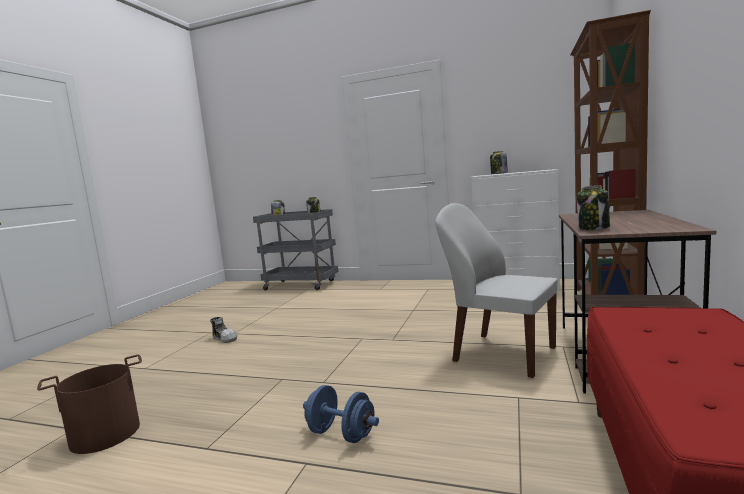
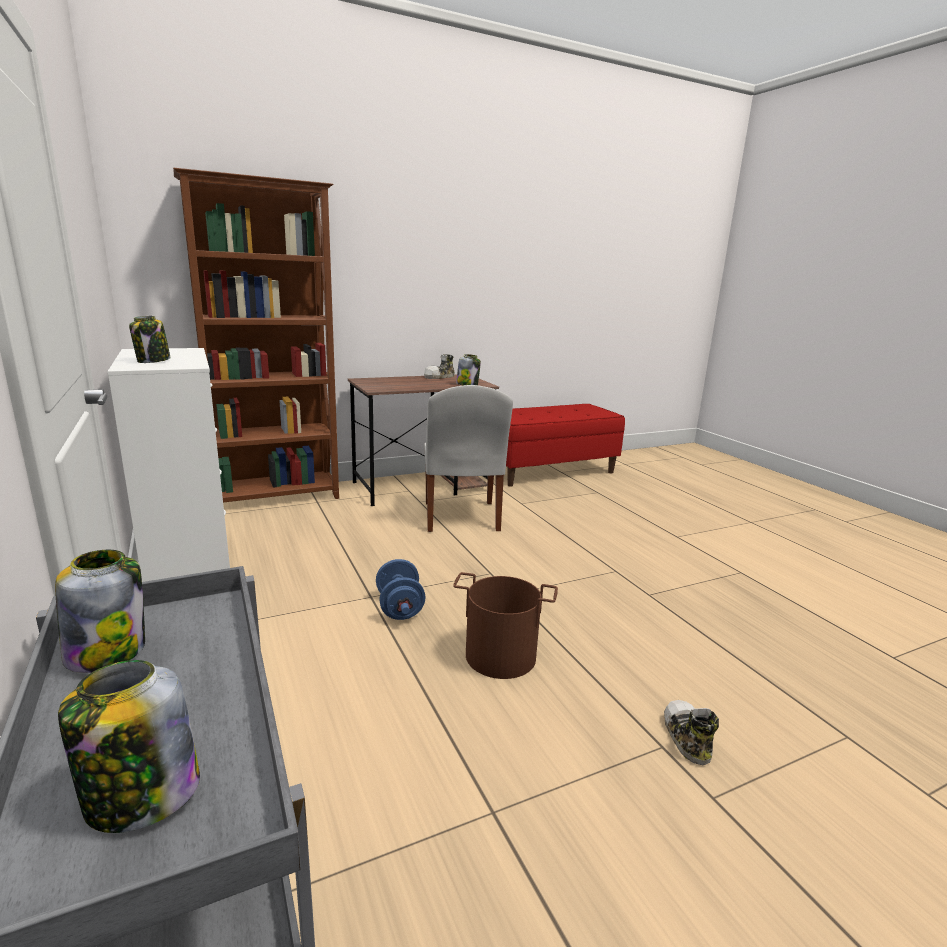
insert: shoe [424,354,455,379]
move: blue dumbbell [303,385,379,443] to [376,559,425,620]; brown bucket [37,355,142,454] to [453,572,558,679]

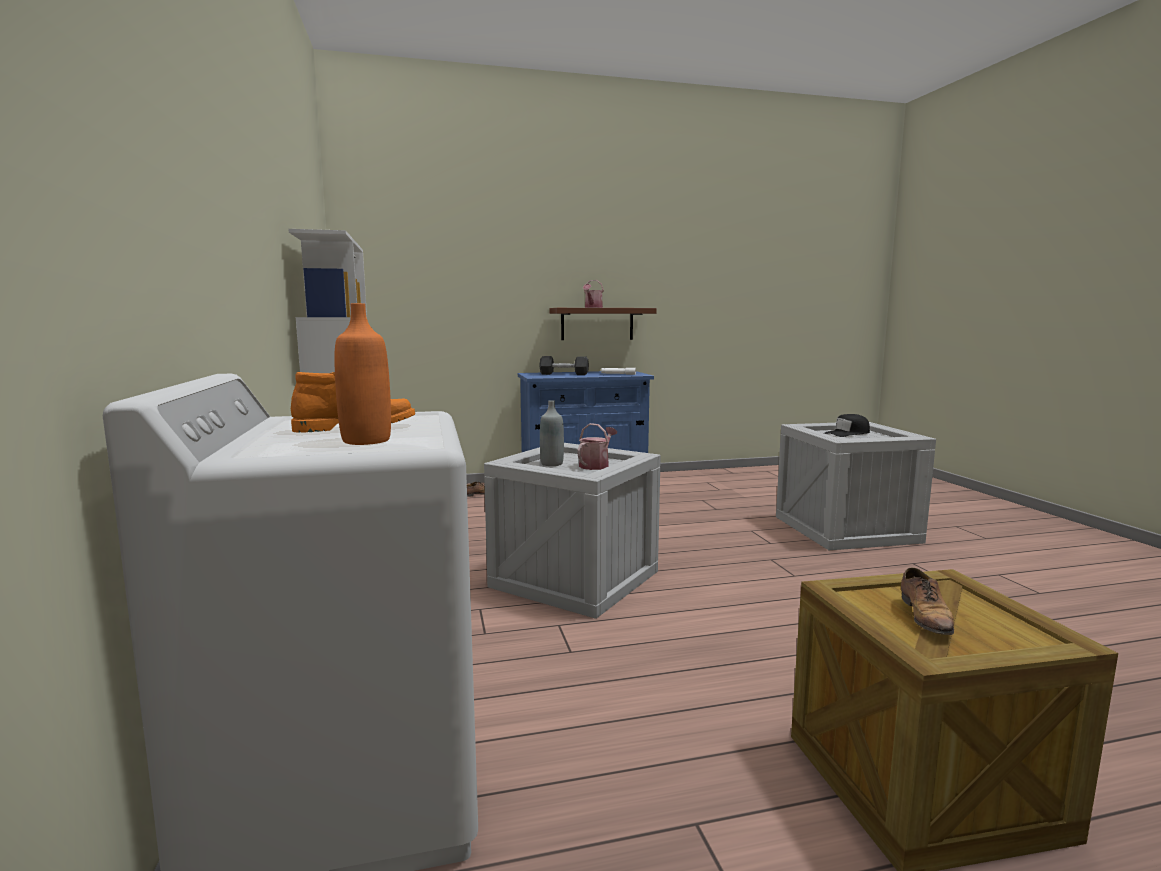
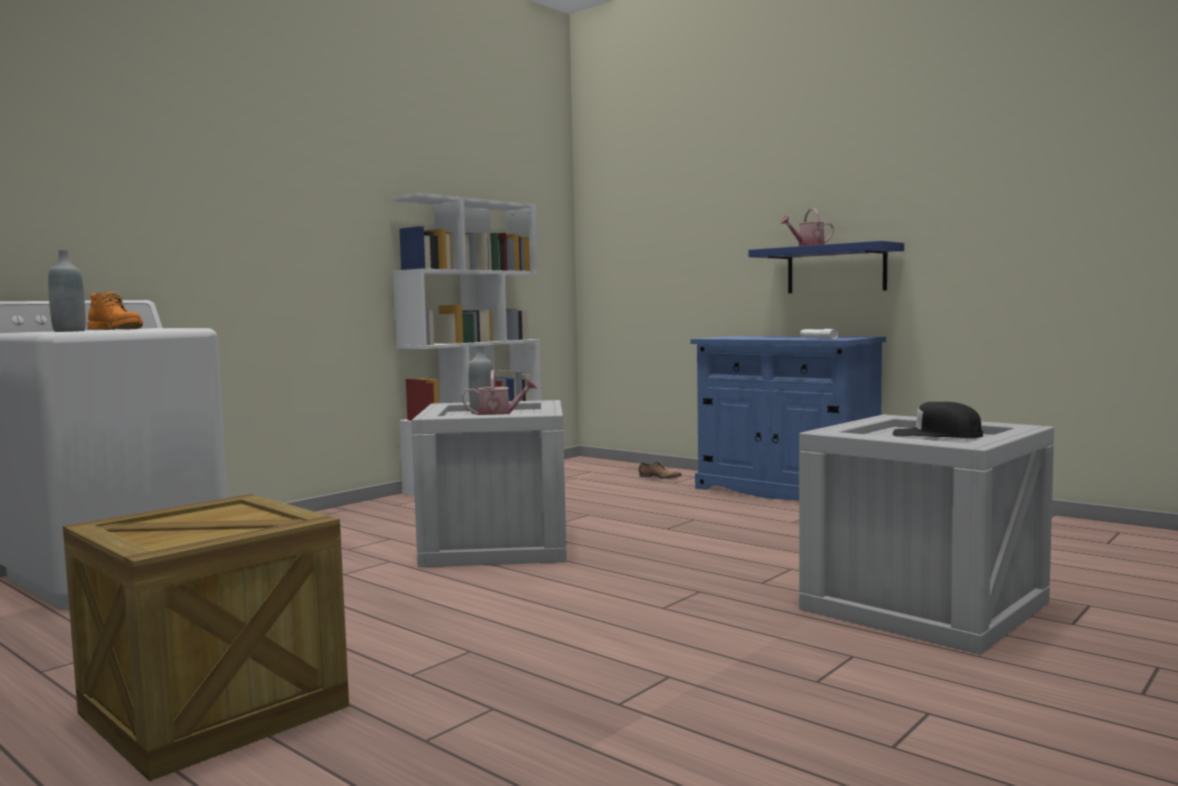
delete: black dumbbell [539,356,589,375]; shoe [901,567,954,635]
recolor: orange bottle [334,303,391,445] to grey bottle [48,250,86,332]; brown shelf [549,308,657,340] to blue shelf [748,241,904,293]

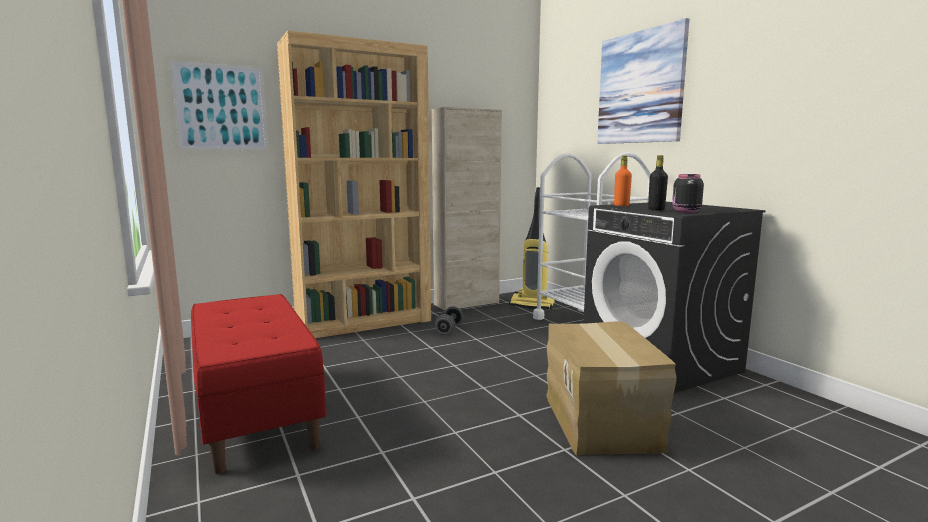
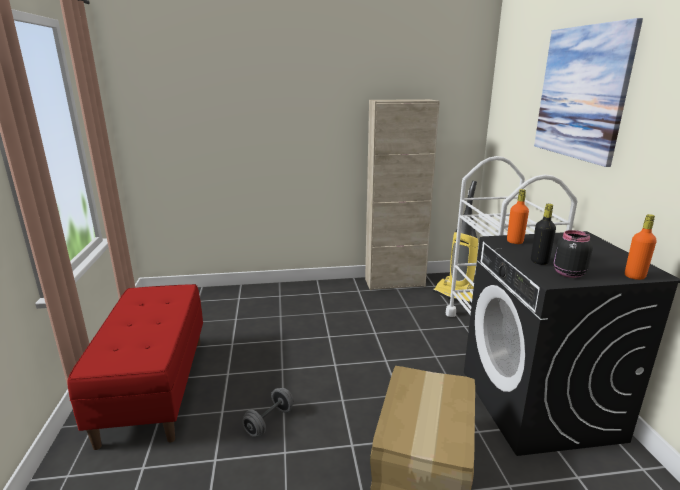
delete: picture [170,61,268,150]; brown bookcase [277,30,431,338]
insert: orange bottle [625,214,657,280]
move: grey dumbbell [435,306,463,335] to [242,388,294,437]

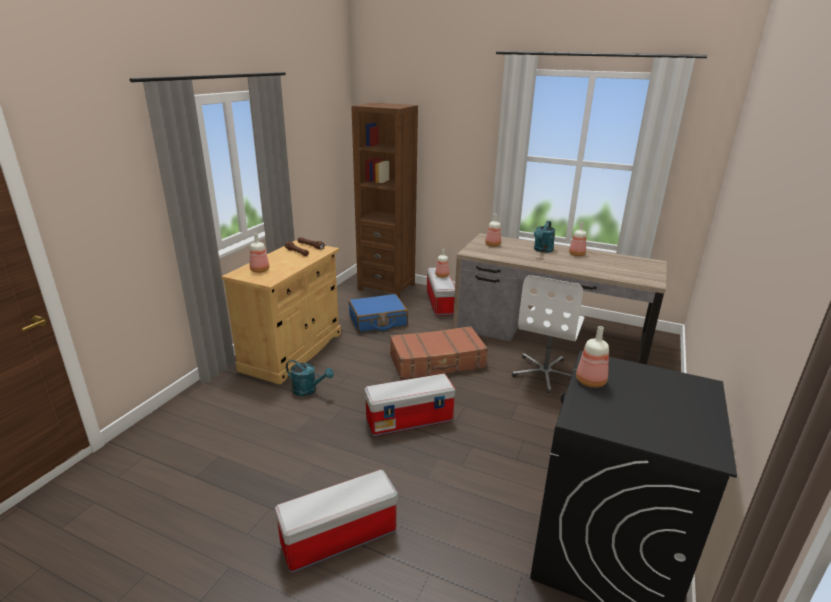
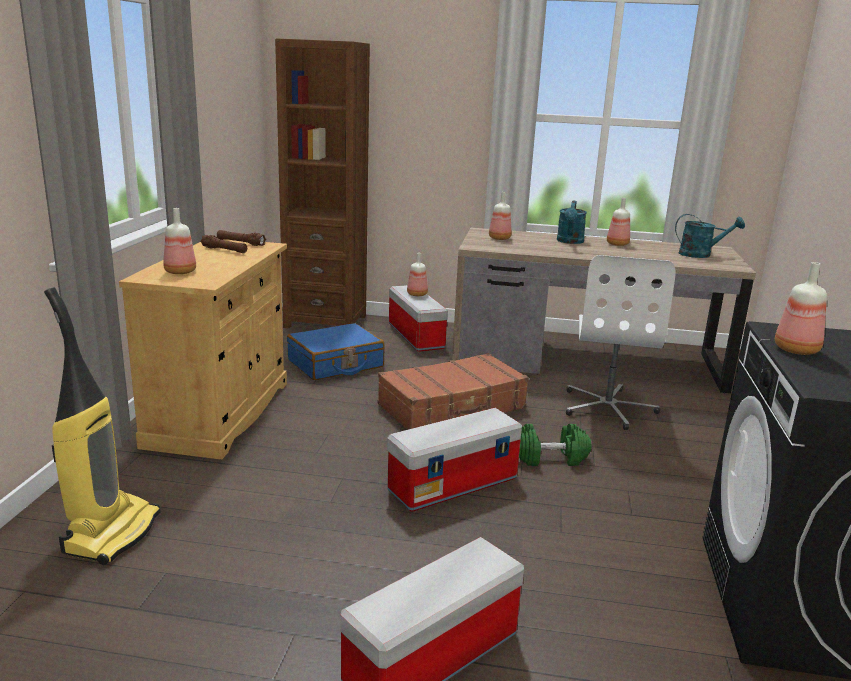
insert: vacuum cleaner [44,287,161,565]; green dumbbell [519,424,591,466]
move: turquoise watering can [286,360,334,396] to [675,214,745,258]

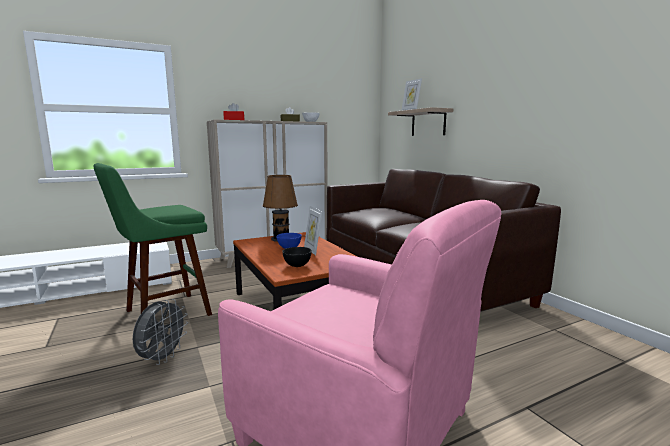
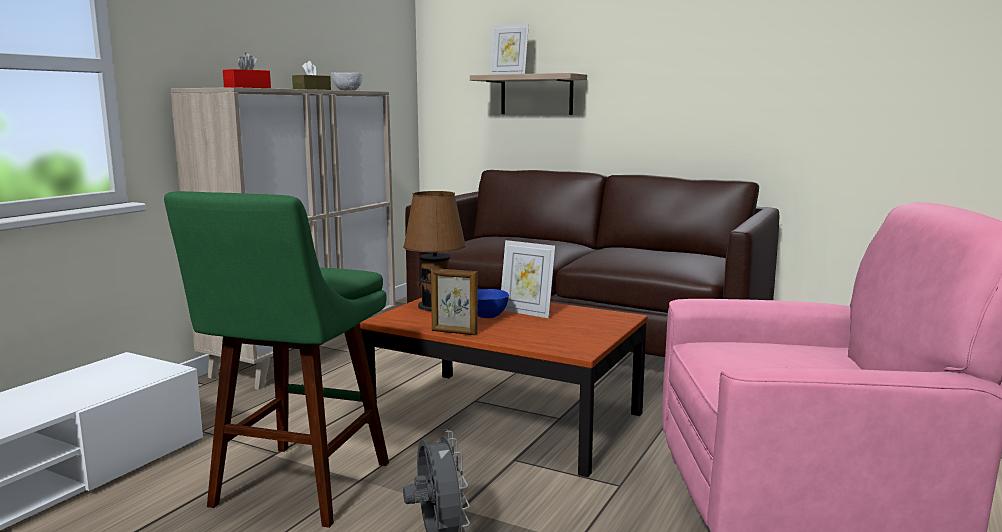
delete: black bowl [282,247,312,267]
insert: picture frame [431,268,478,335]

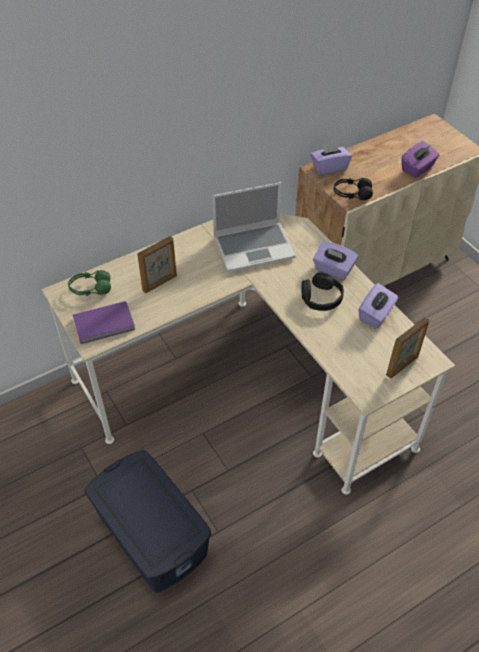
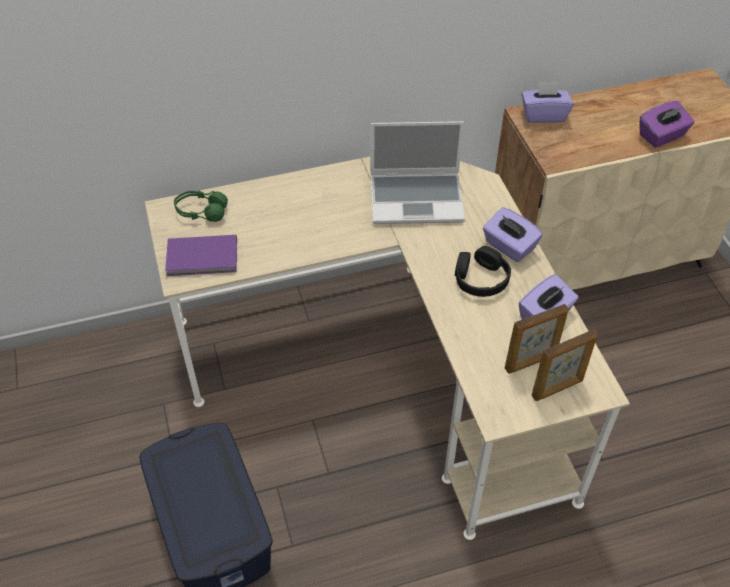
delete: black headphones [333,178,373,200]
move: picture frame [137,236,177,293] to [505,304,569,374]

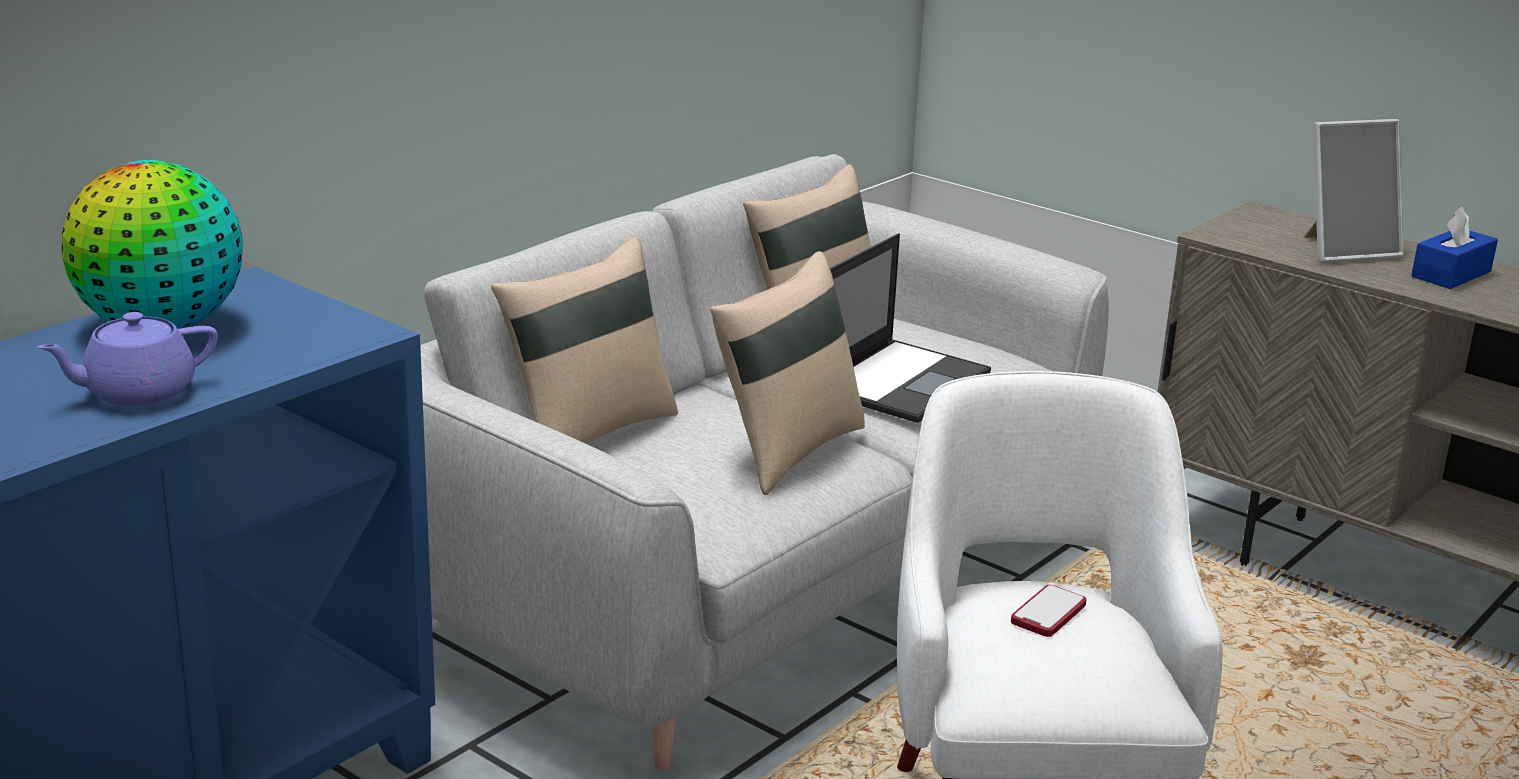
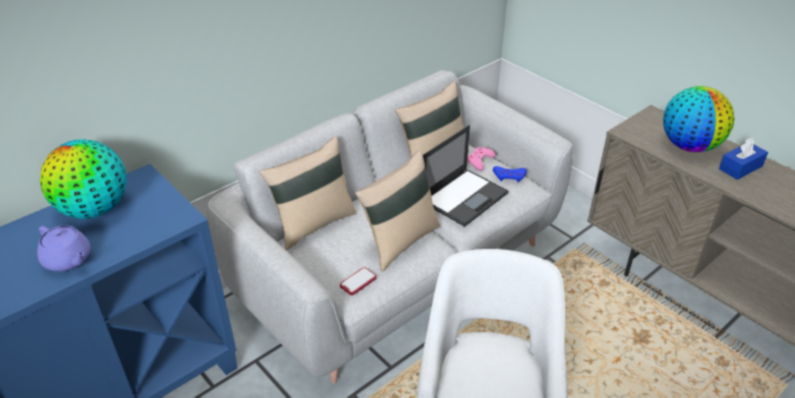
insert: pink game controller [467,147,496,171]; blue game controller [493,166,527,183]
move: phone [1011,585,1086,637] to [340,267,376,295]
replace: picture frame [1304,119,1404,263] to globe [663,86,734,152]
rotate: purple teapot [37,312,218,407] = [37,225,91,272] 120 degrees counterclockwise

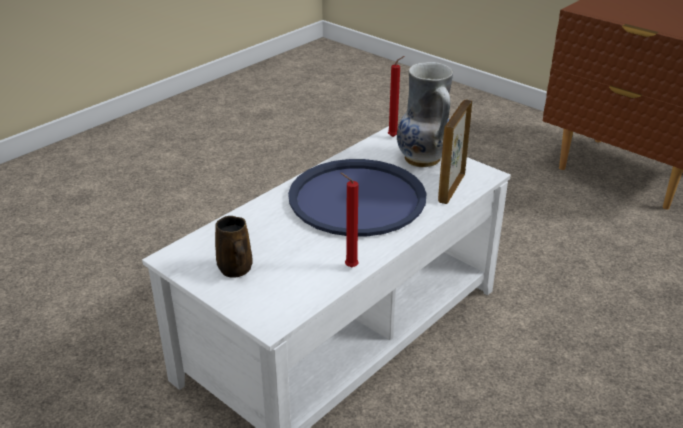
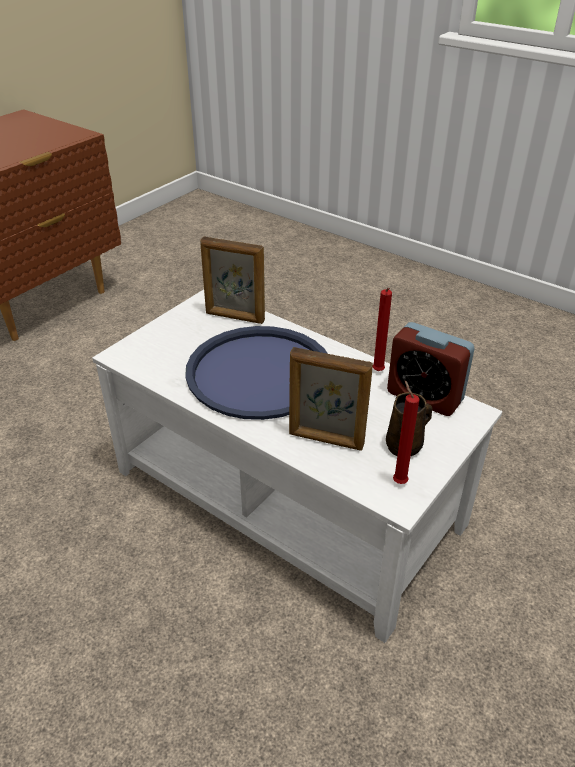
delete: vase [397,62,453,167]
insert: picture frame [289,347,373,451]; alarm clock [387,322,475,416]
move: red candle [388,56,404,137] to [393,380,419,484]

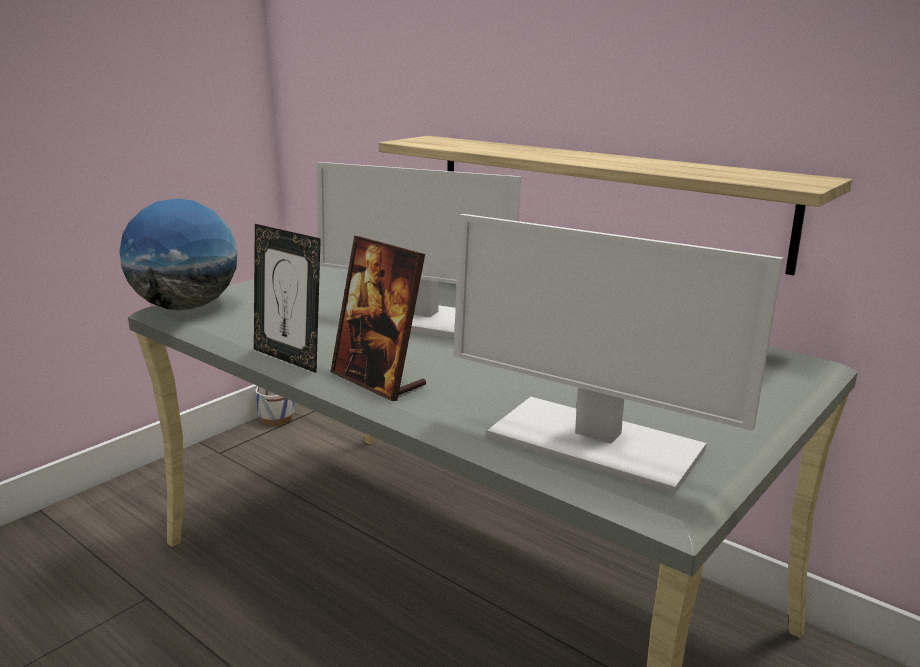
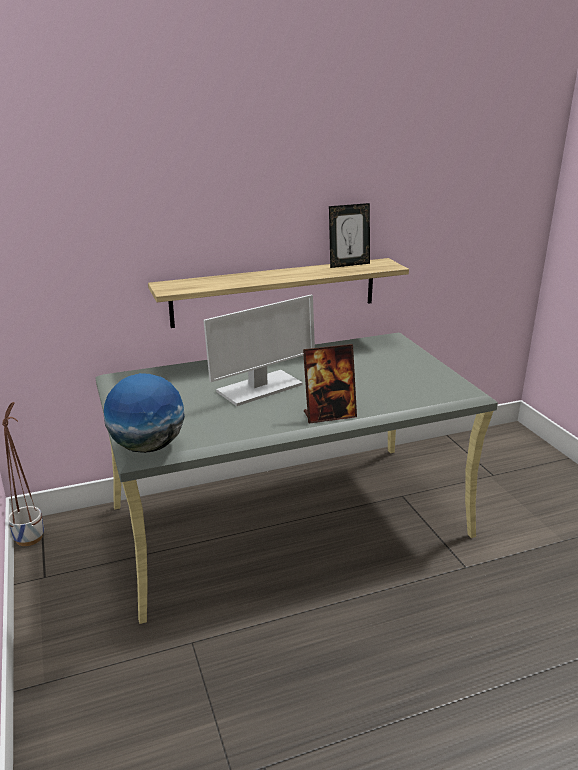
delete: monitor [453,214,783,494]
move: picture frame [254,224,321,373] to [329,203,370,268]

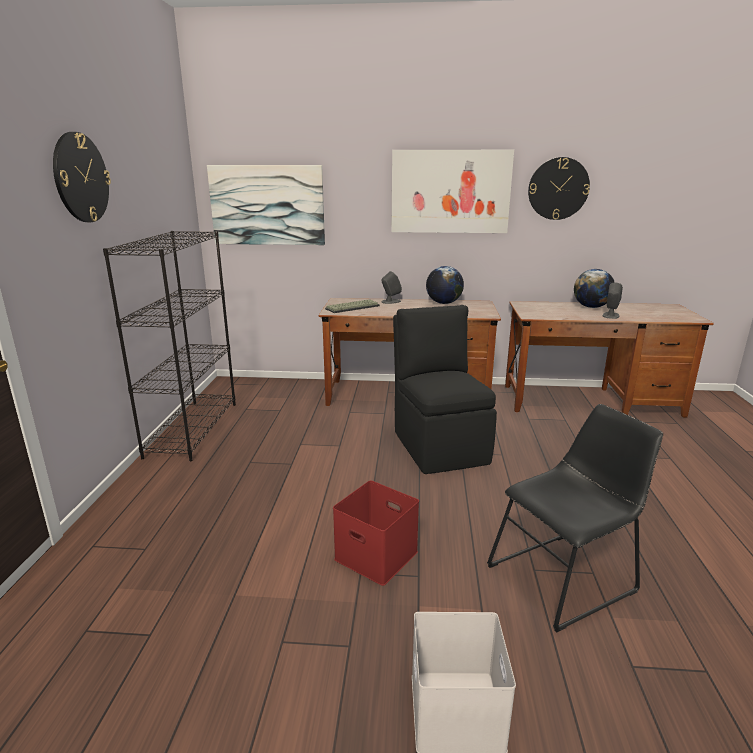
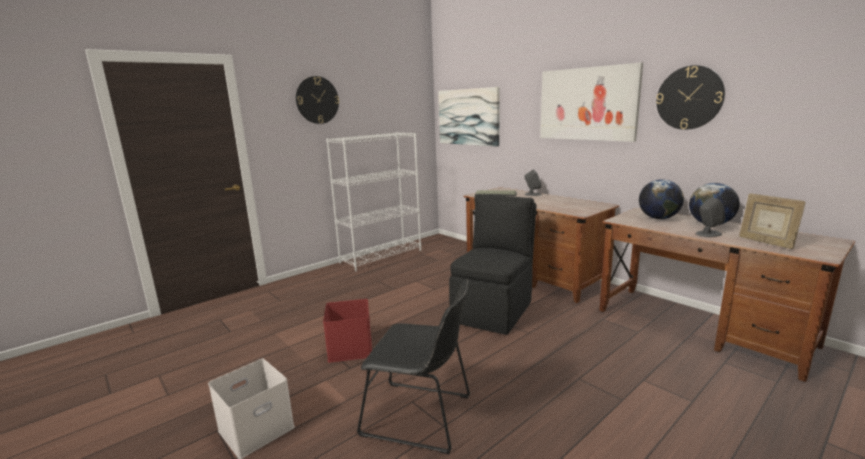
insert: picture frame [739,193,806,249]
move: globe [426,266,464,304] to [639,179,684,219]
recolor: black bookcase [103,231,236,461] to white bookcase [326,132,421,271]

